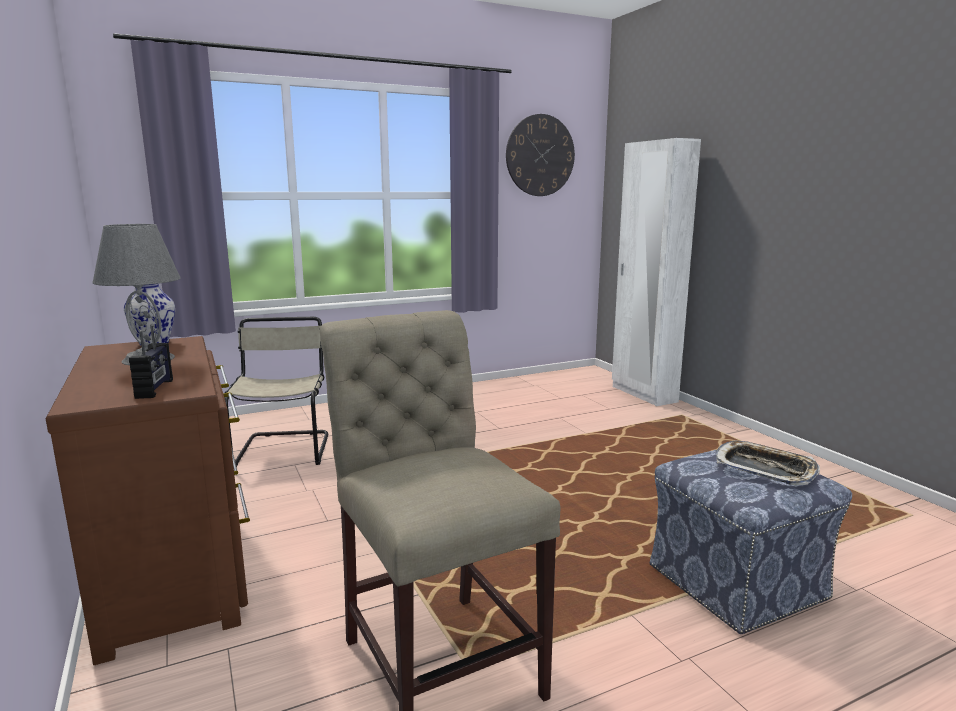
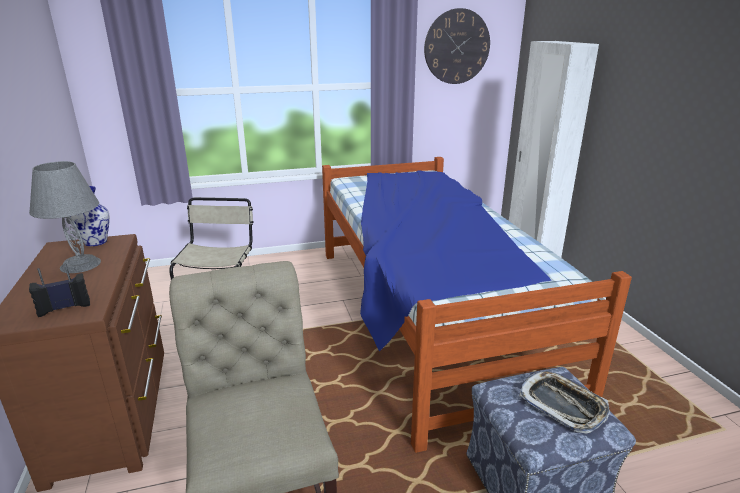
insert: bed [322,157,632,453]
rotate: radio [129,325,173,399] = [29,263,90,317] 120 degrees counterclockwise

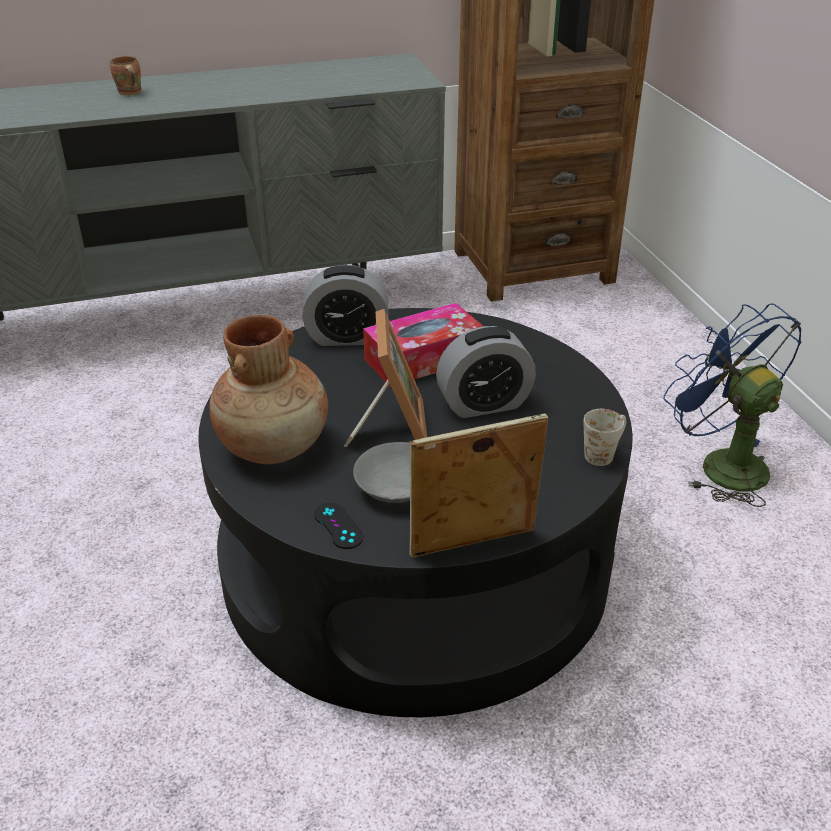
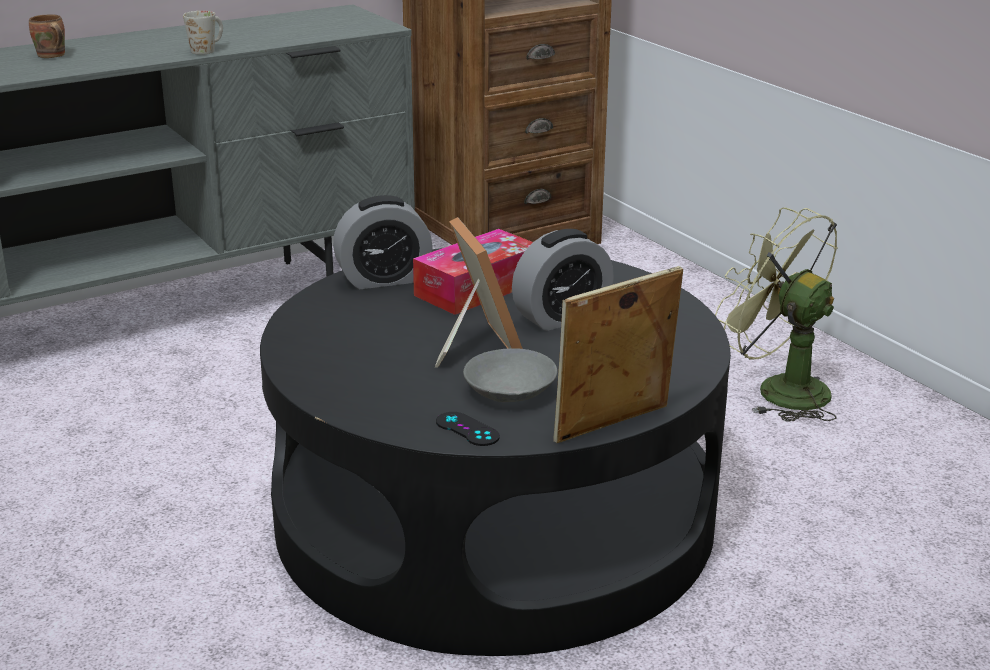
delete: brown vase [210,315,328,464]
move: white mug [584,409,626,466] to [183,11,223,55]
recolor: blue fan [663,303,801,507] to green fan [715,207,838,422]

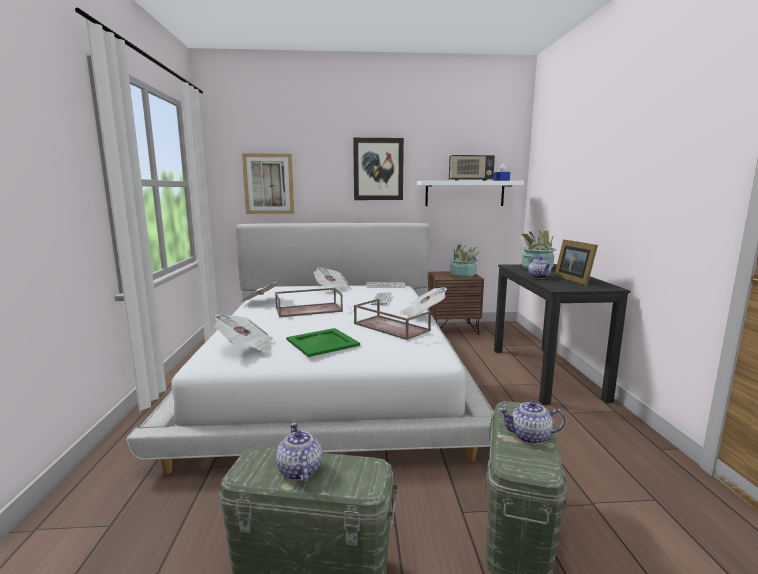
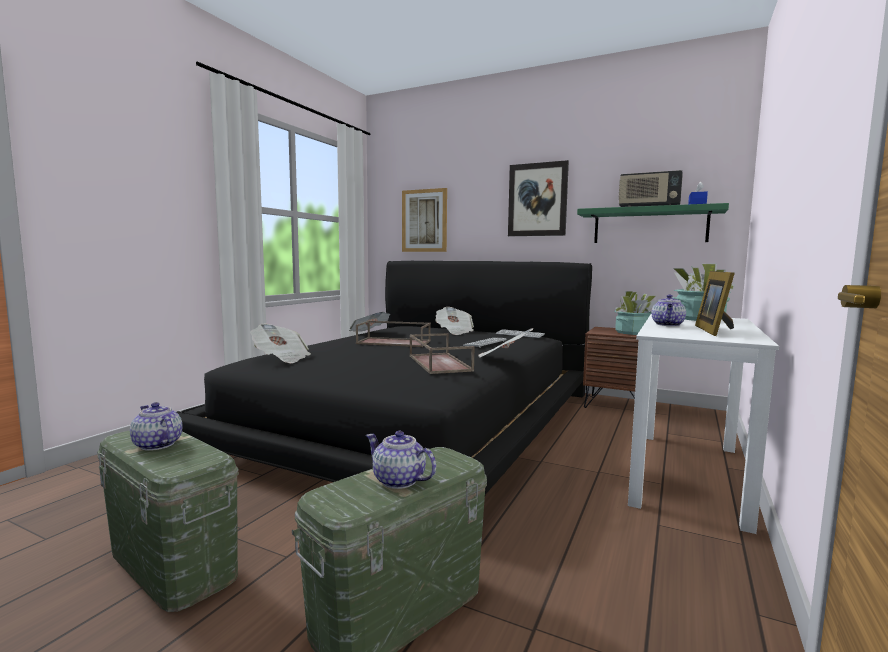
delete: green tray [286,328,360,357]
recolor: white bed [126,223,494,474] to black bed [177,261,592,495]; white shelf [417,181,524,206] to green shelf [577,203,729,243]; black desk [494,264,630,405] to white desk [628,314,779,534]
rotate: teapot [276,423,322,482] = [130,402,182,451] 60 degrees counterclockwise

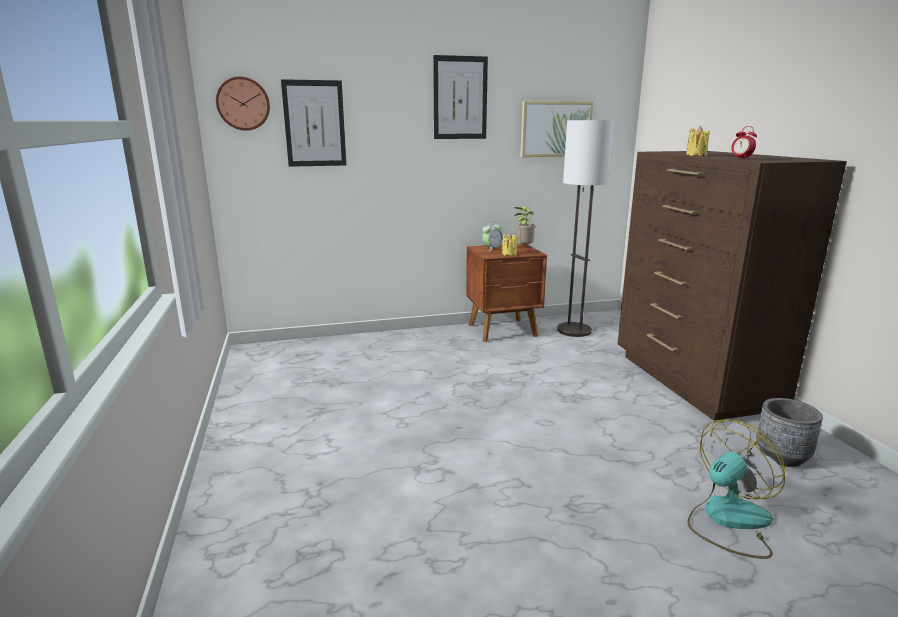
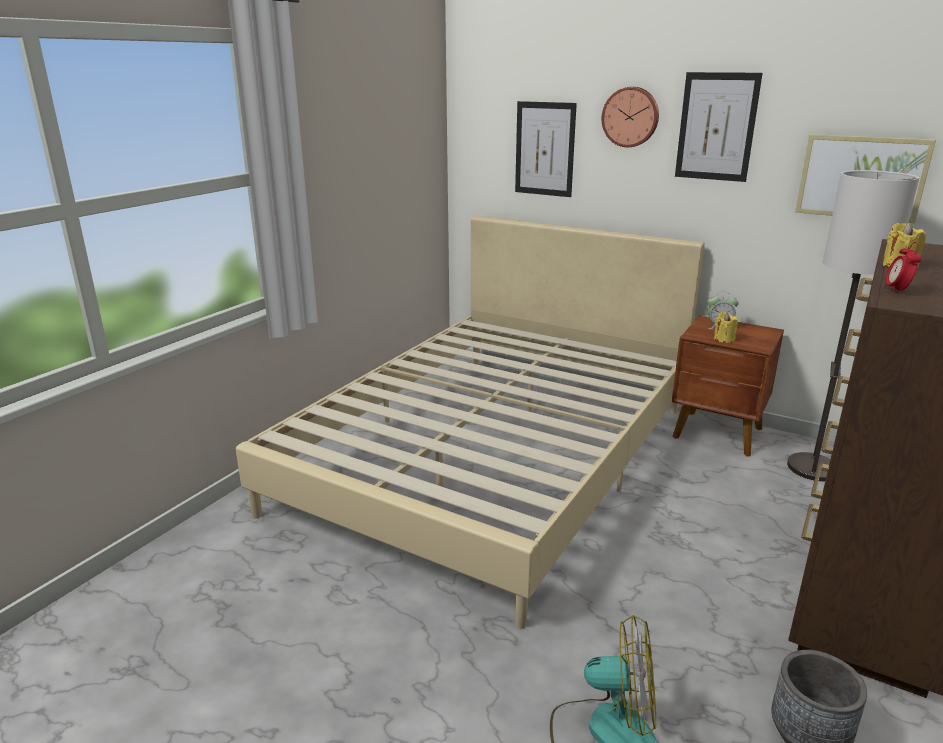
delete: potted plant [515,206,535,245]
insert: beige bed [236,216,705,629]
move: wall clock [216,77,270,131] to [602,87,659,147]

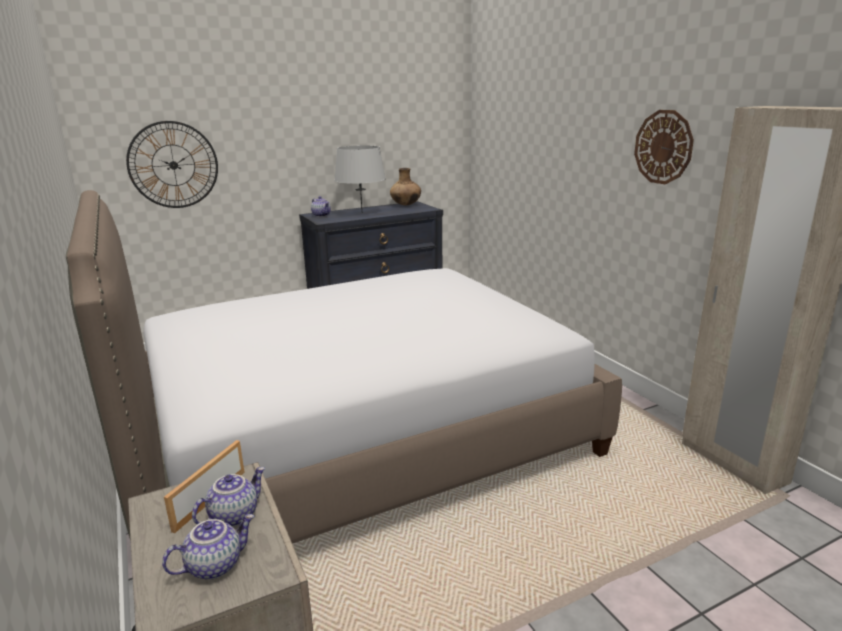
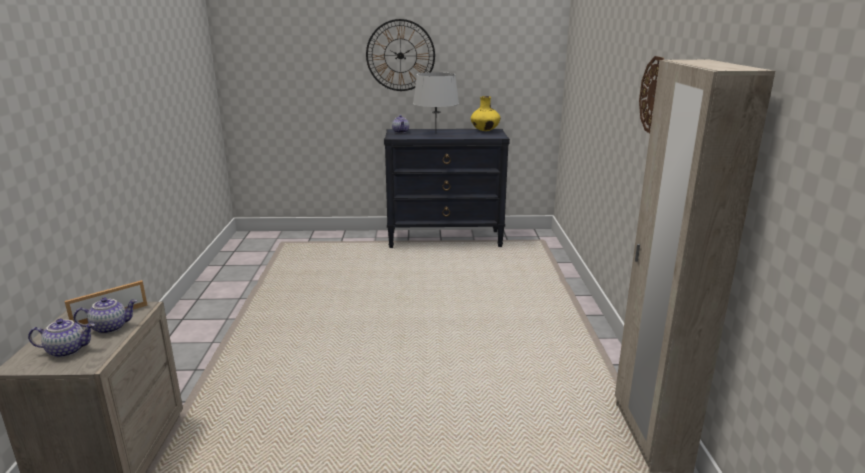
delete: bed [66,190,622,544]
move: wall clock [126,121,218,208] to [366,19,435,91]
recolor: brown vase [390,168,421,205] to yellow vase [471,96,501,131]

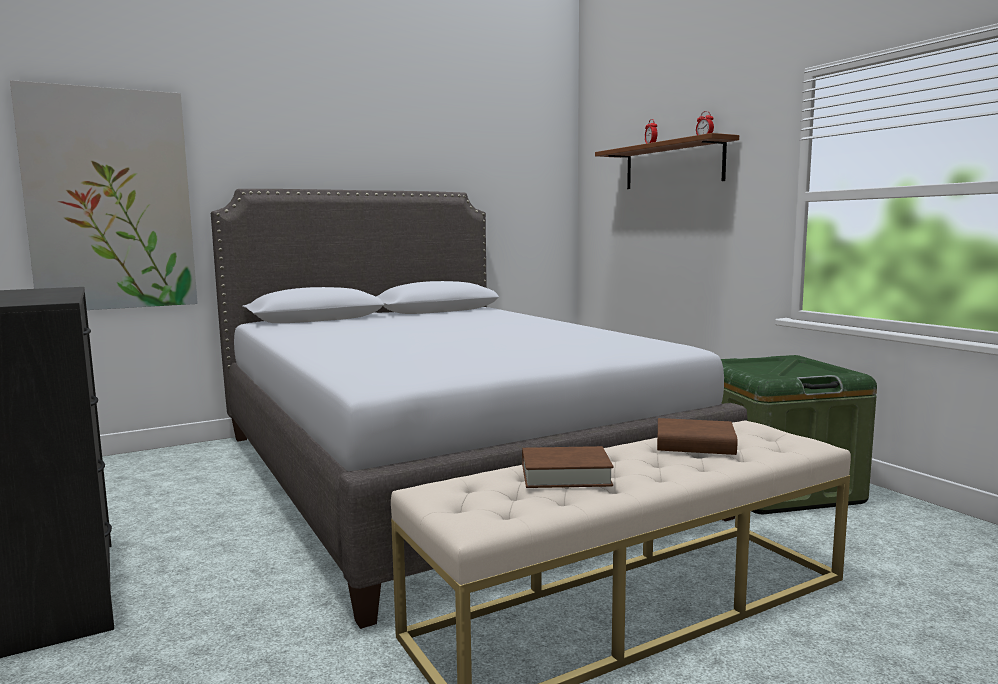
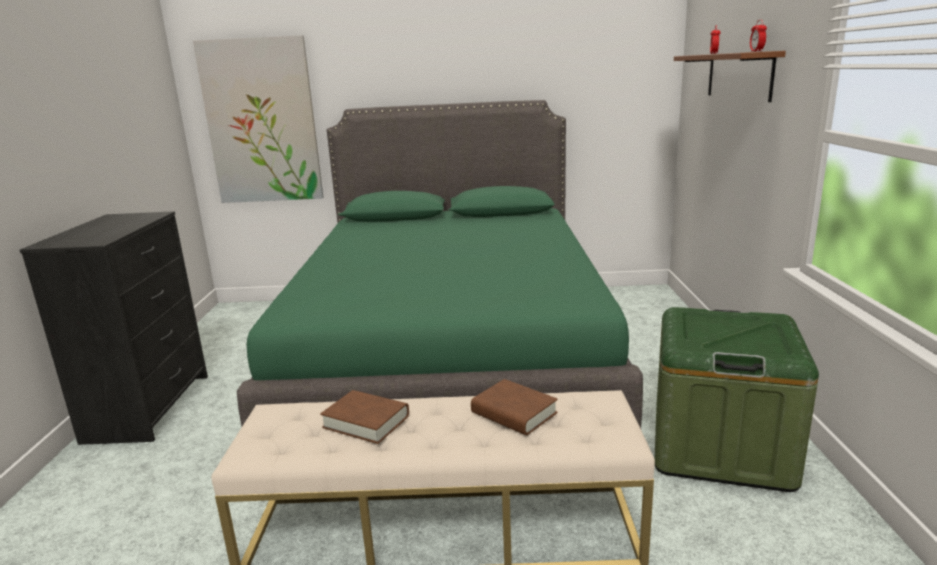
recolor: grey bed [211,189,748,629] to green bed [237,100,643,428]

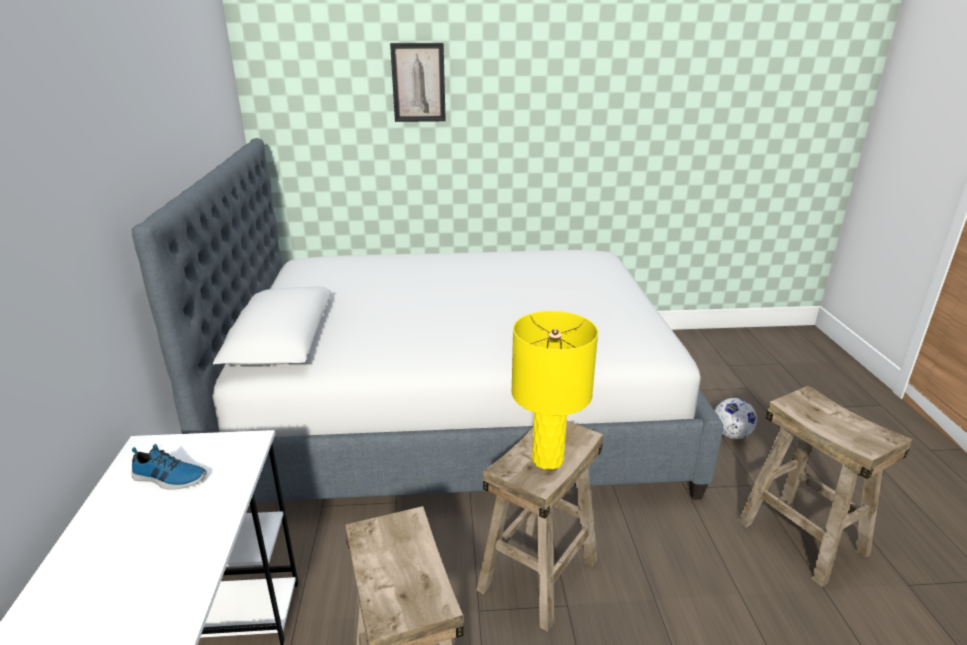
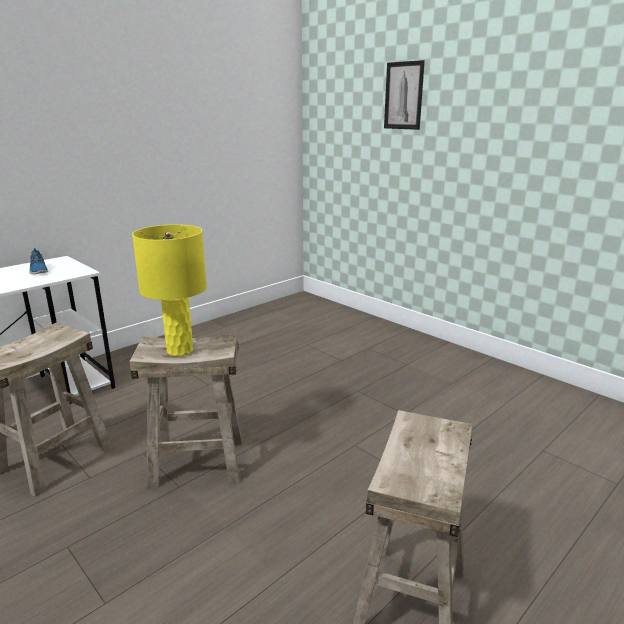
delete: bed [132,138,723,502]; football [715,398,757,439]

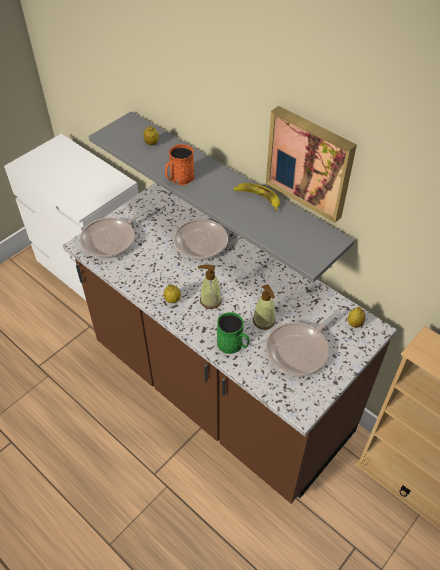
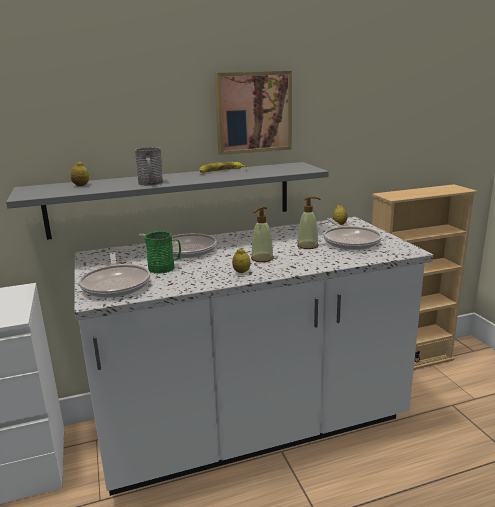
move: green mug [217,312,250,354] to [144,231,181,274]
recolor: brown counter [63,183,397,504] to white counter [74,217,433,496]; orange mug [165,144,194,185] to grey mug [135,147,163,186]

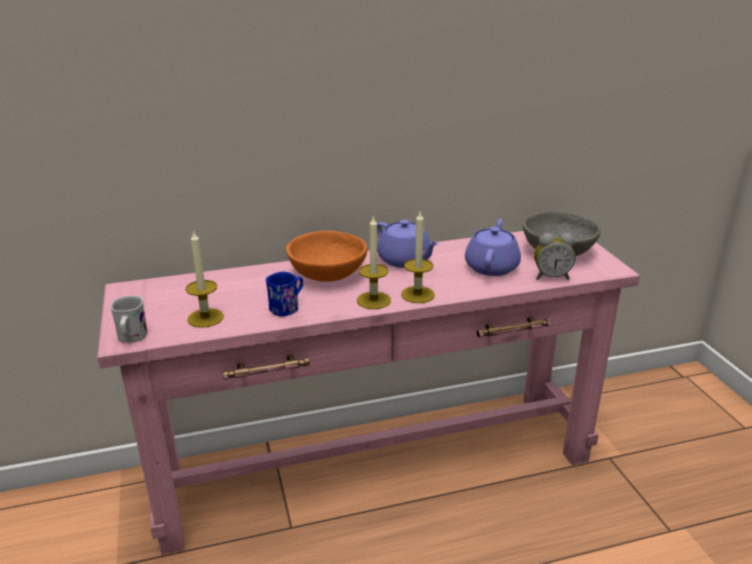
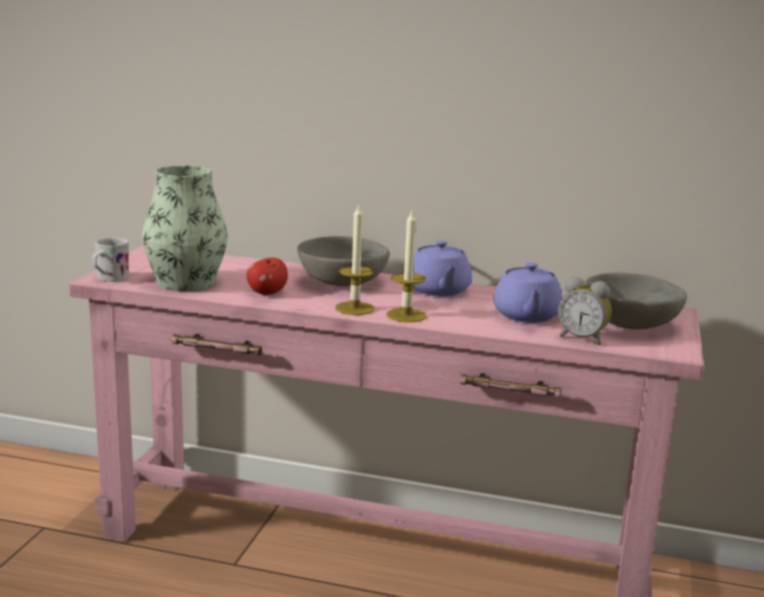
replace: candle [185,230,224,328] to vase [142,166,227,291]; blue mug [266,271,303,317] to apple [246,257,288,295]
recolor: orange bowl [286,231,368,282] to grey bowl [297,236,390,286]
rotate: purple teapot [465,219,521,276] = [493,262,563,323] 135 degrees clockwise

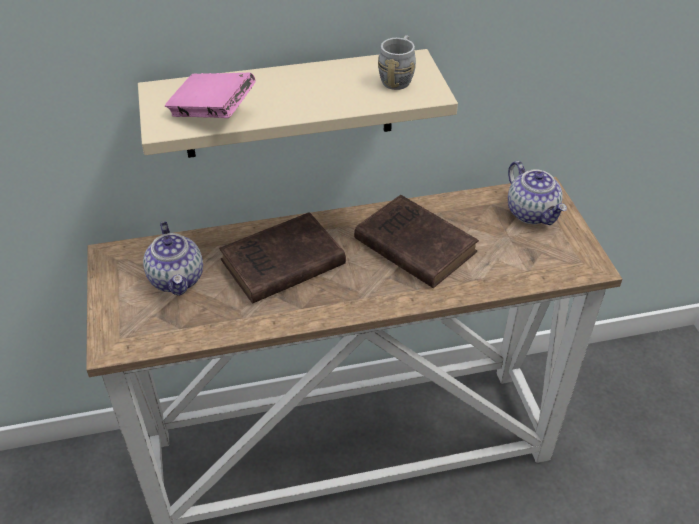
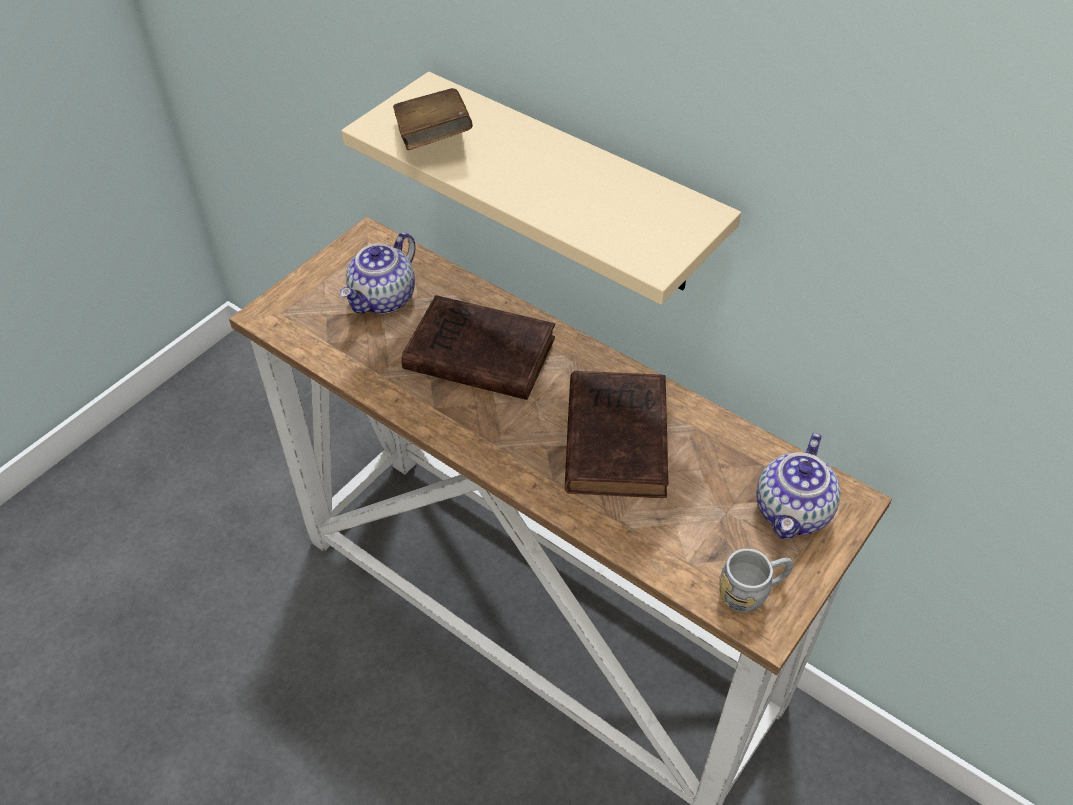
move: grey mug [378,35,416,90] to [719,548,793,613]
recolor: pink book [165,73,255,118] to brown book [393,88,473,150]

